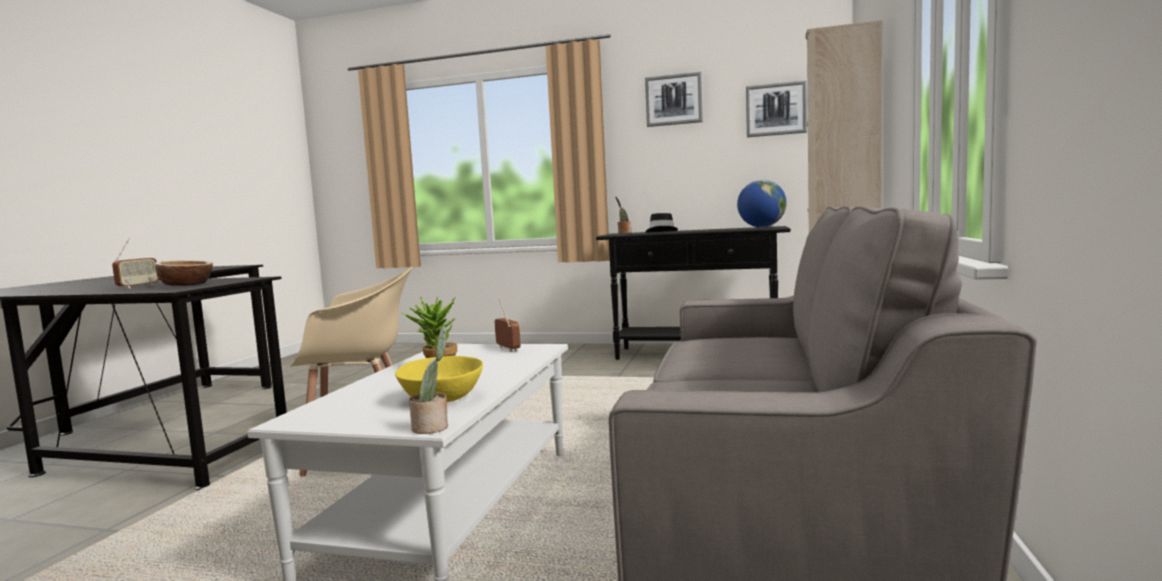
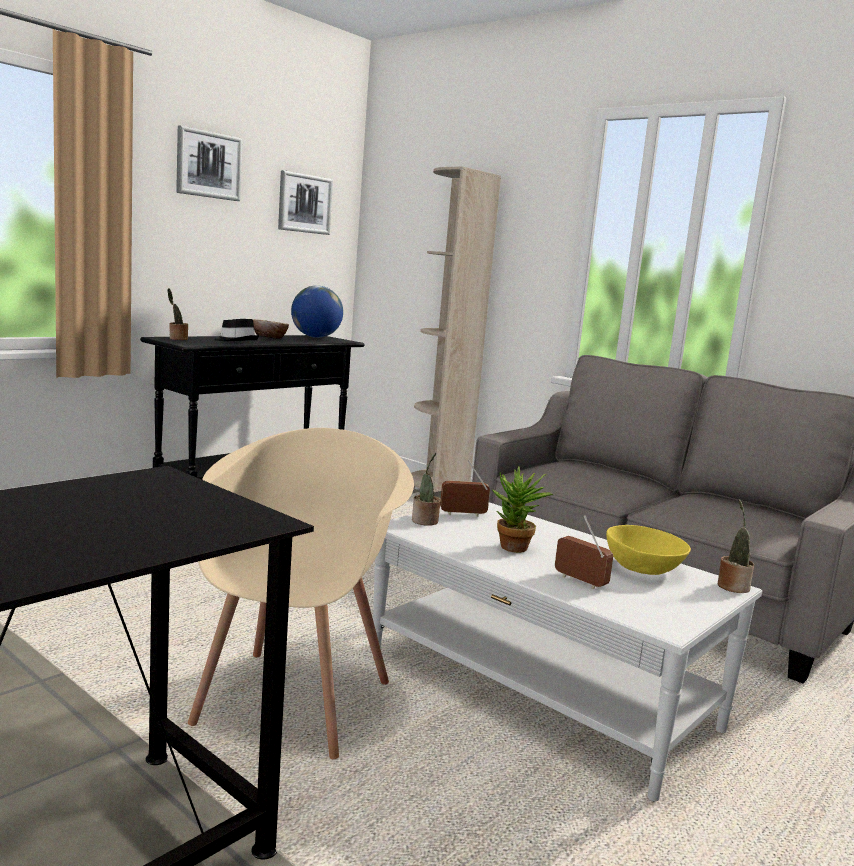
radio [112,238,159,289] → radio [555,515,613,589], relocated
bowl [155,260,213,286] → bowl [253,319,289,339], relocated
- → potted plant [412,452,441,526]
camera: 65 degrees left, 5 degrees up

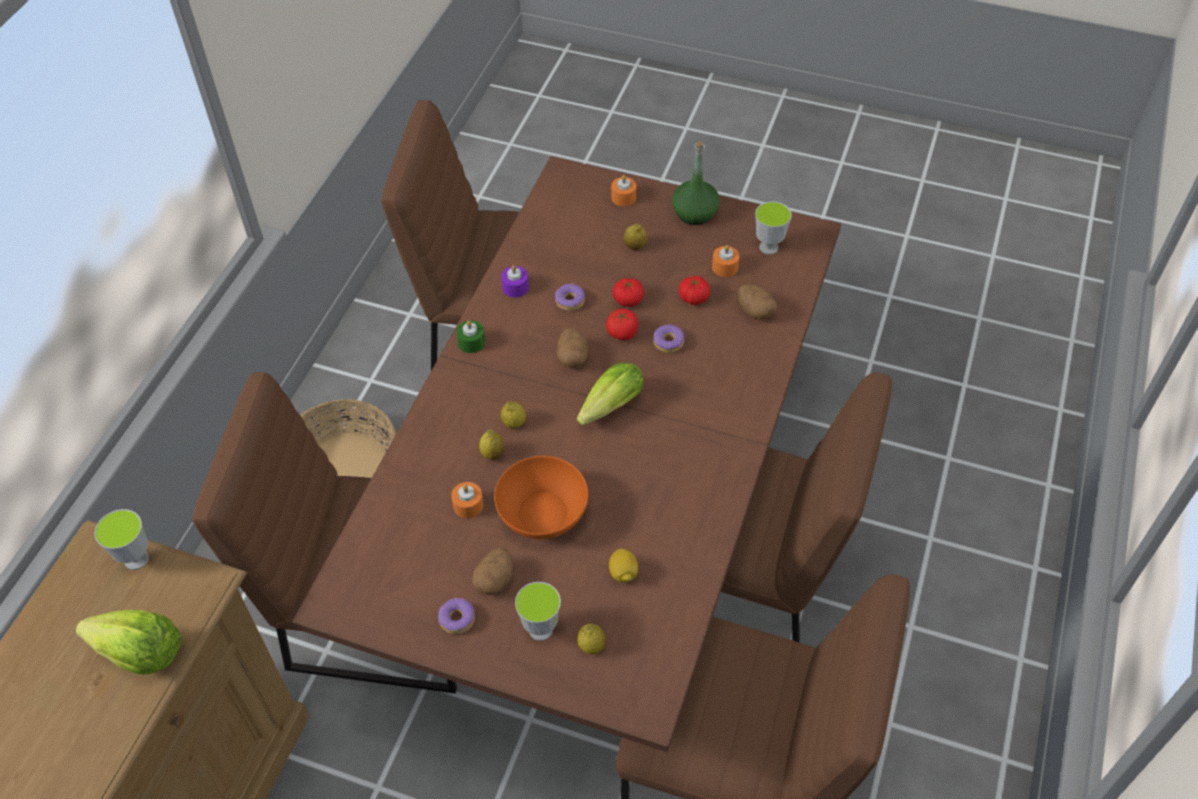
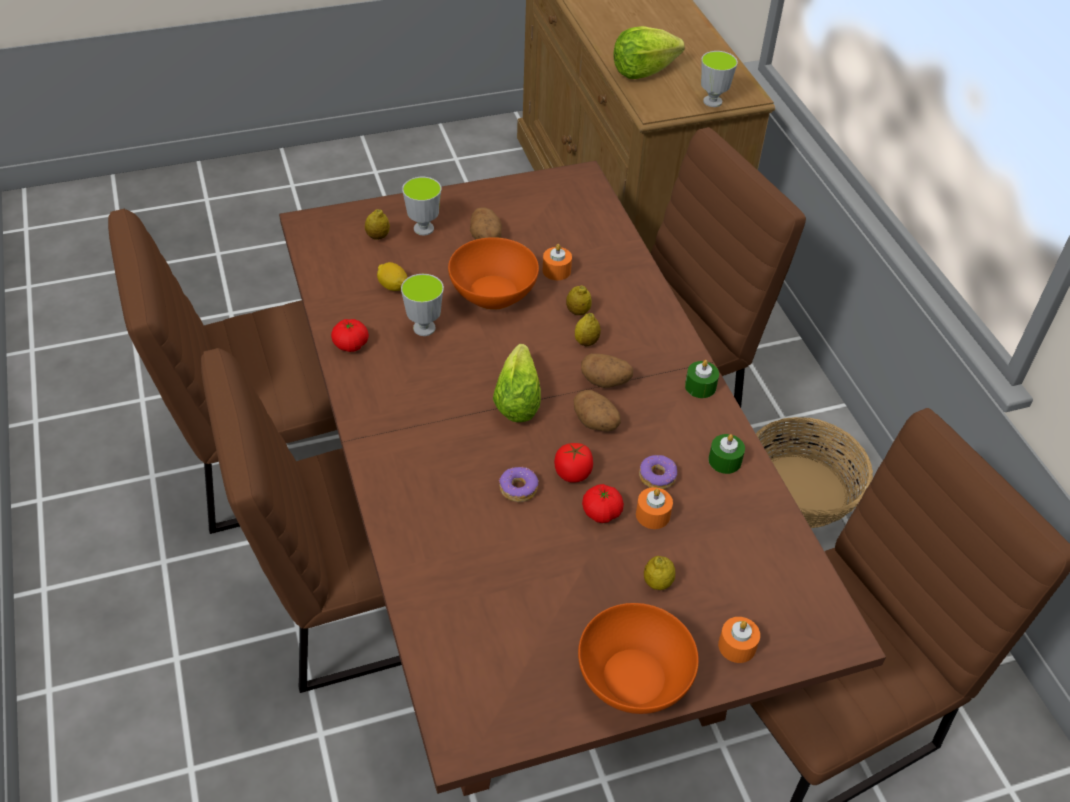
bottle in green [672,141,720,225] → bowl in orange [578,603,699,714]
cup [755,201,792,255] → cup [401,274,444,336], relocated
candle in orange [712,245,739,277] → candle in orange [636,487,673,529], relocated
candle in purple [501,265,529,298] → candle in green [708,434,745,474]
tomato [679,276,710,305] → tomato [331,319,369,352], relocated
potato [738,284,777,319] → potato [581,353,633,388], relocated
donut [438,598,475,634] → -
camera: 140 degrees right, 5 degrees down

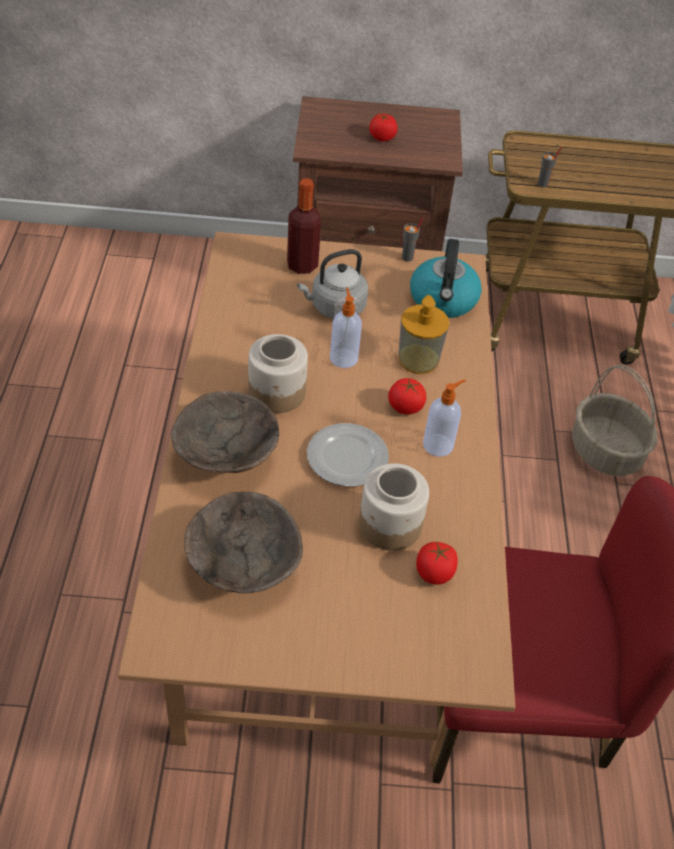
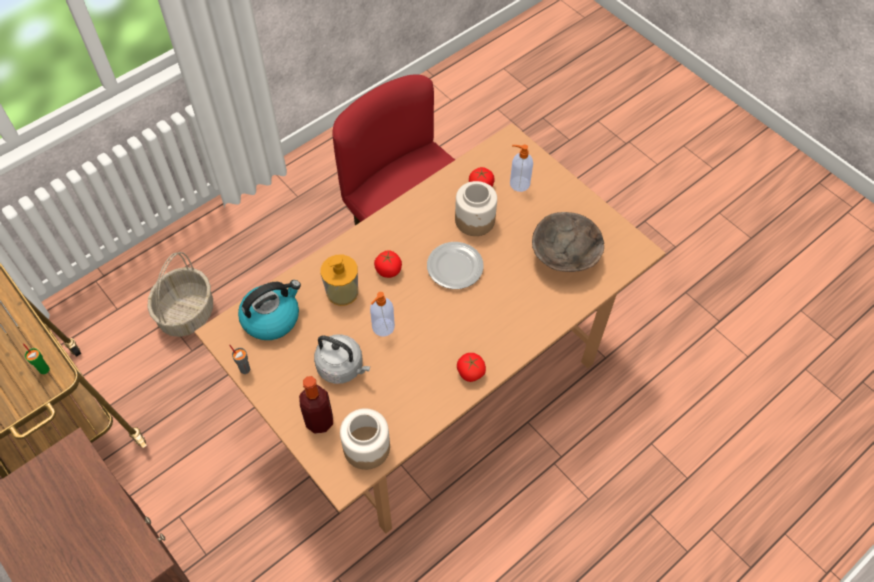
tomato [369,114,398,142] → tomato [457,353,486,382], relocated
cup in grey [538,147,562,187] → cup in green [23,343,50,374]
jar [248,334,308,413] → jar [340,408,390,470], relocated
soap dispenser [423,379,466,457] → soap dispenser [510,145,533,192], relocated
bowl in brown [171,391,279,473] → -
camera: 130 degrees left, 10 degrees up

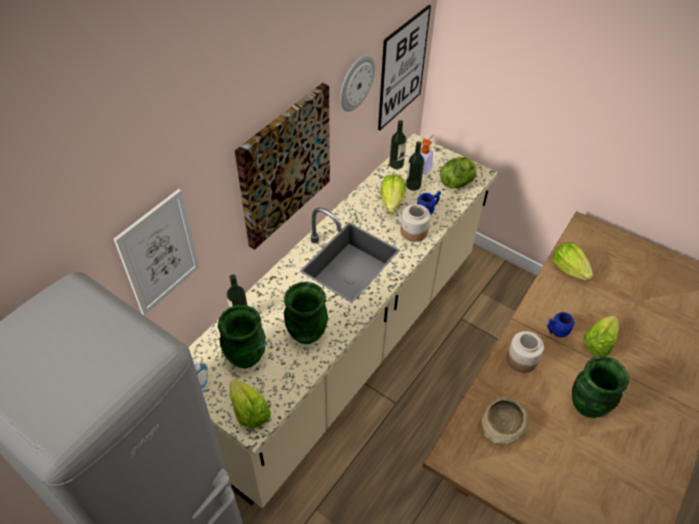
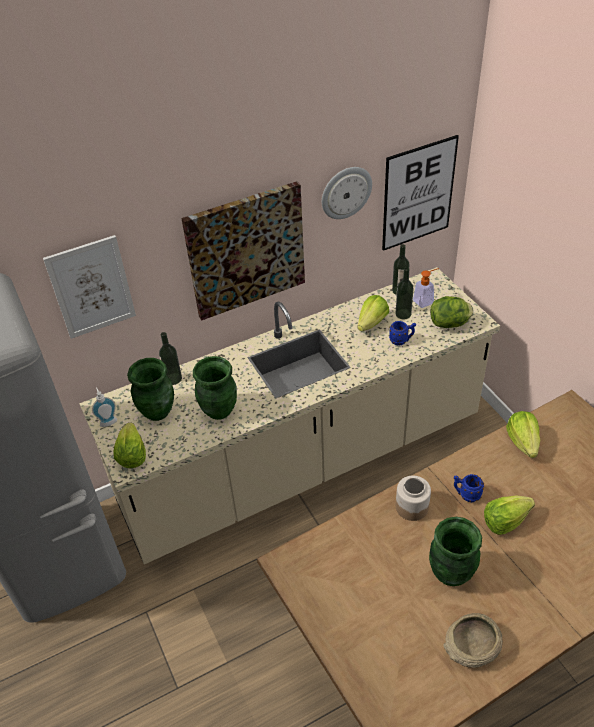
jar [400,204,430,242] → -
bowl in beige [482,397,529,445] → bowl in beige [443,613,503,668], relocated
camera: 30 degrees right, 5 degrees down

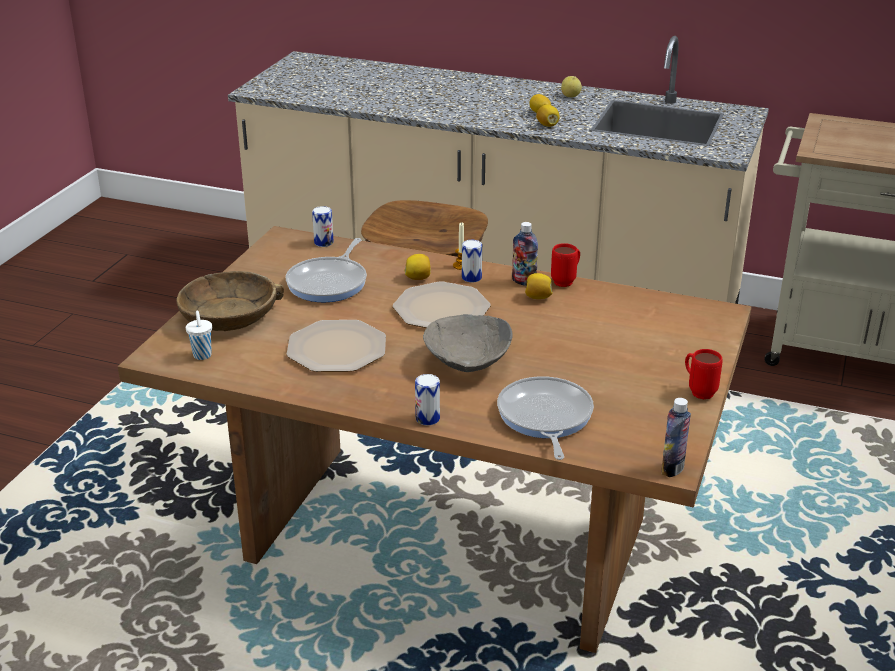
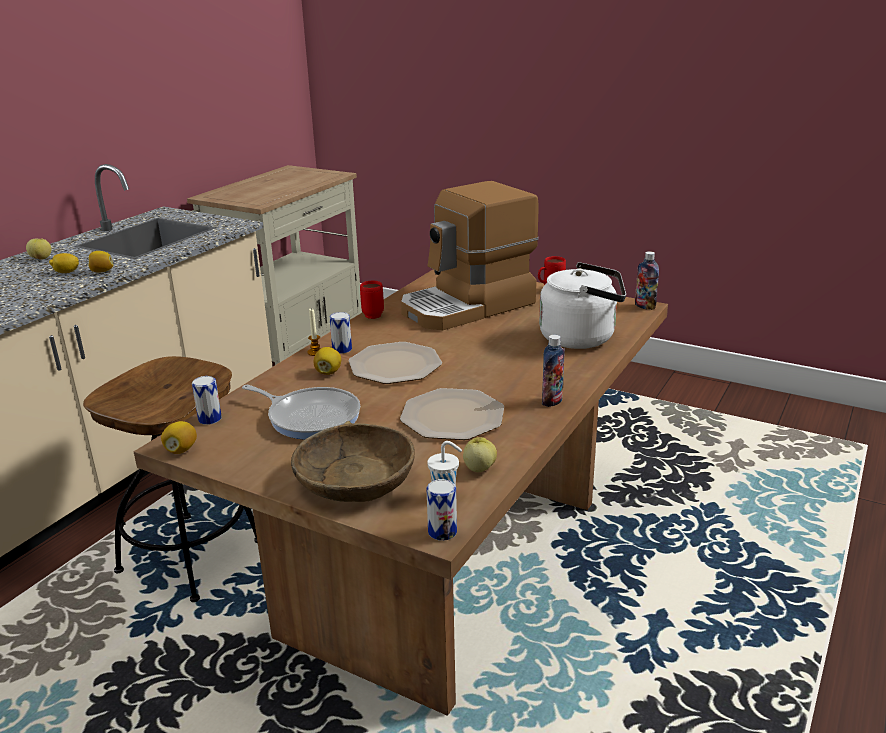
bottle [512,222,538,286] → bottle [542,335,565,407], relocated
lemon [525,273,553,299] → lemon [161,421,197,454], relocated
bowl in grey [423,314,513,372] → -
can [415,374,440,425] → can [426,479,457,541], relocated
frying pan [497,376,594,460] → kettle in white [539,262,626,349]
- → coffee machine [401,181,539,330]
- → apple [463,437,497,472]
camera: 80 degrees left, 5 degrees down

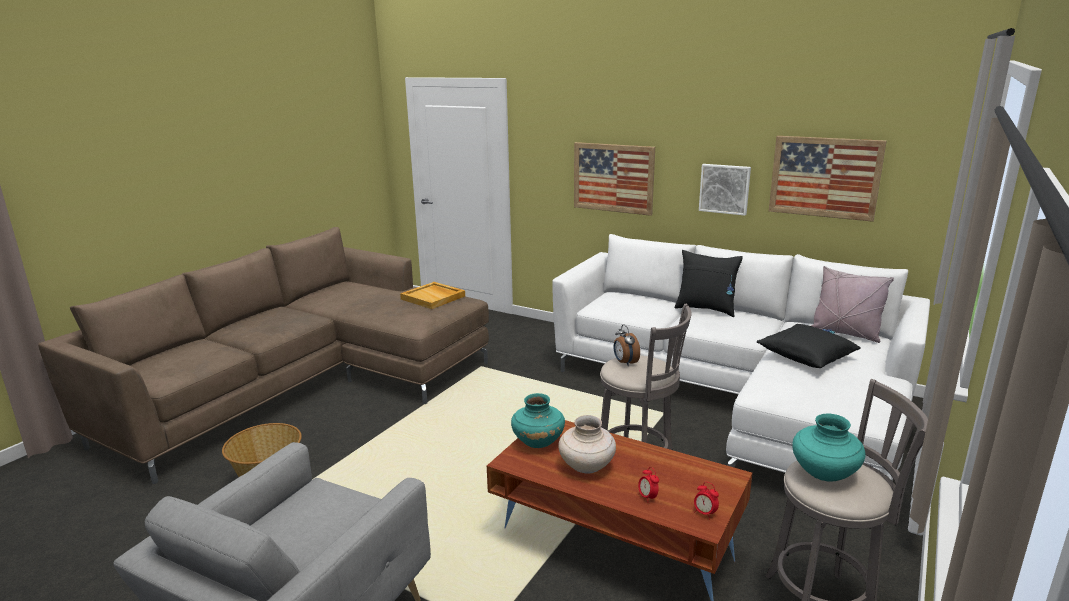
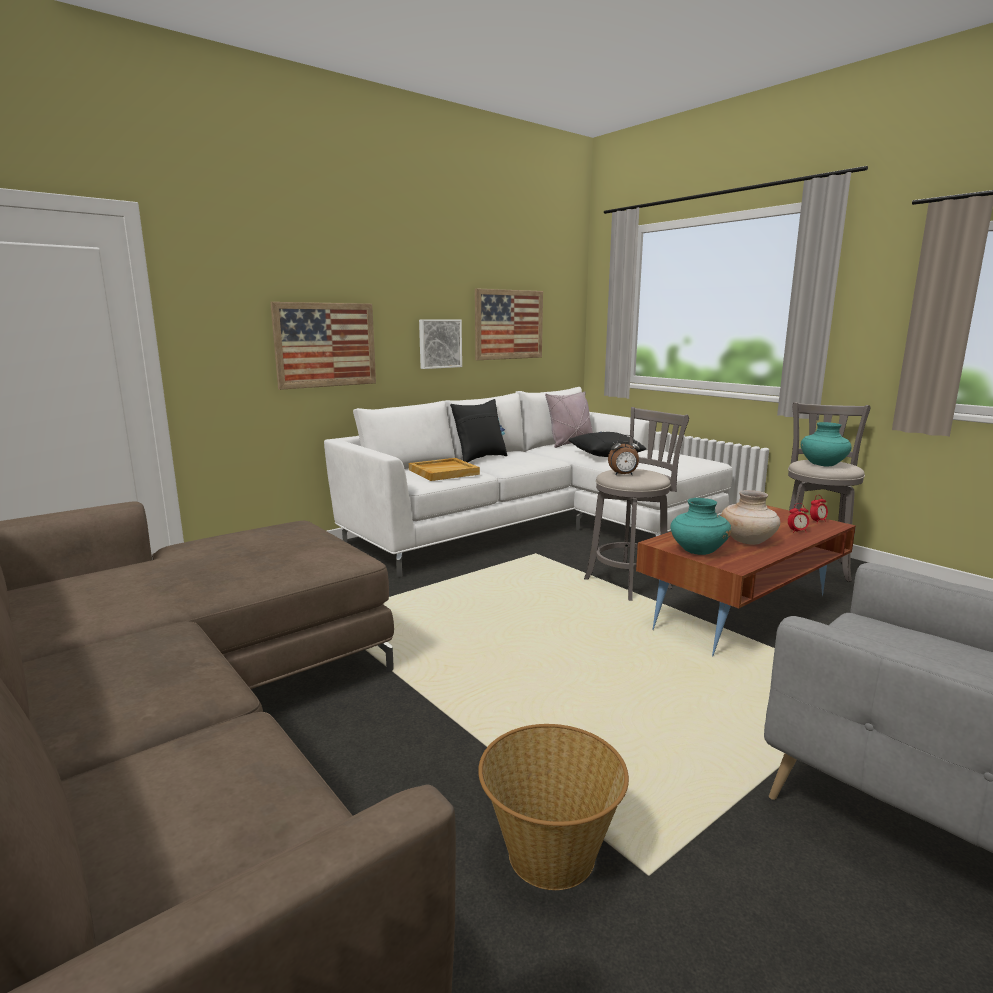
tray in beige [400,282,465,309] → tray in beige [409,458,480,481], relocated
camera: 70 degrees left, 5 degrees down

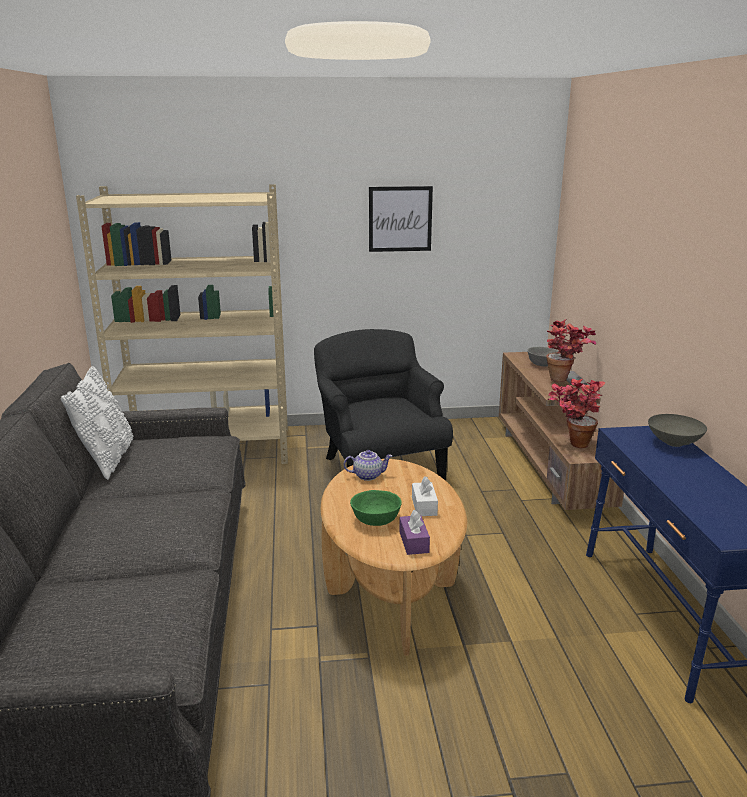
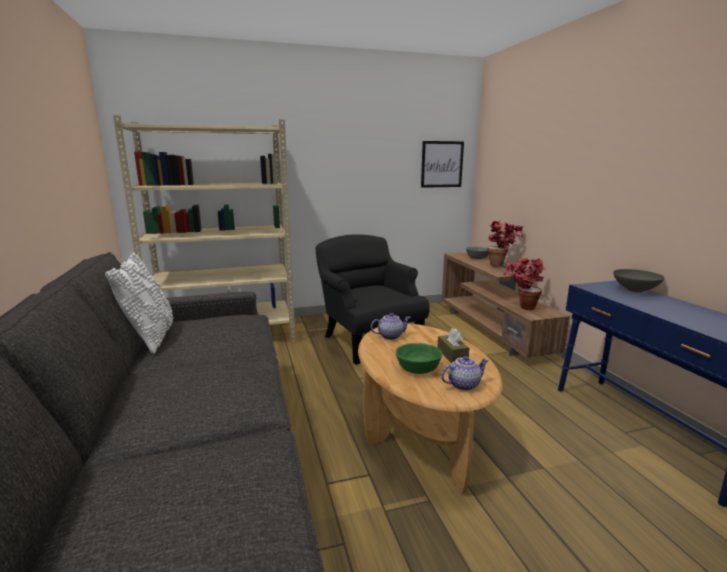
picture [369,186,433,252] → picture [421,141,464,188], relocated
tissue box in white [412,476,438,516] → tissue box in brown [438,328,469,363]
tissue box in purple [399,510,430,555] → teapot [441,356,489,391]
camera: 10 degrees left, 5 degrees down

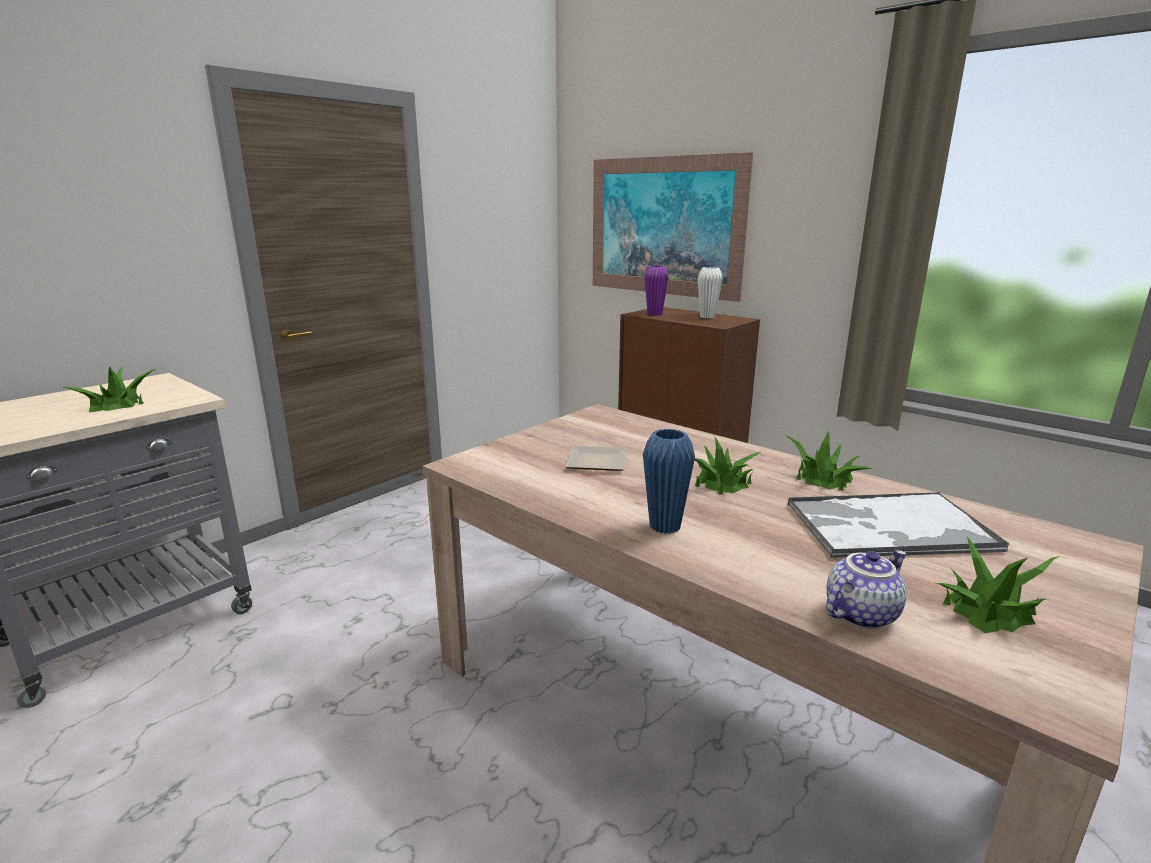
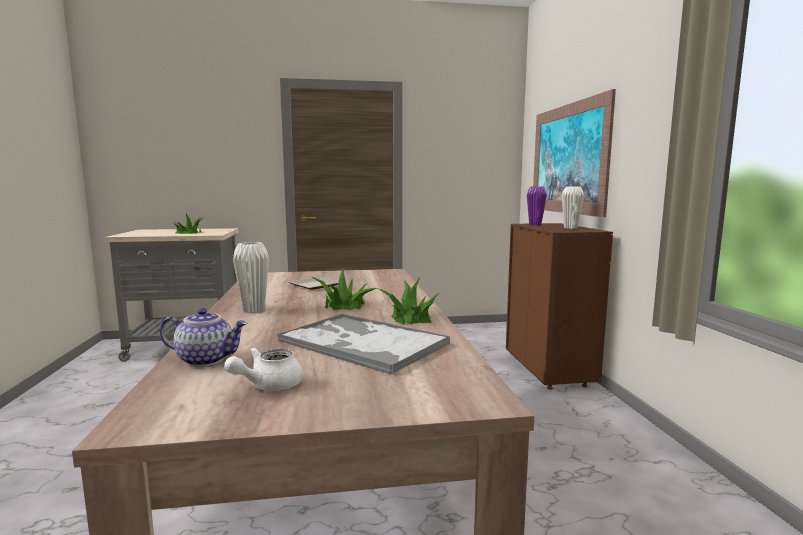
vase in blue [643,429,695,534] → vase in white [233,242,269,313]
potted plant [936,537,1060,633] → teapot in white [224,347,303,391]
camera: 40 degrees right, 10 degrees down

